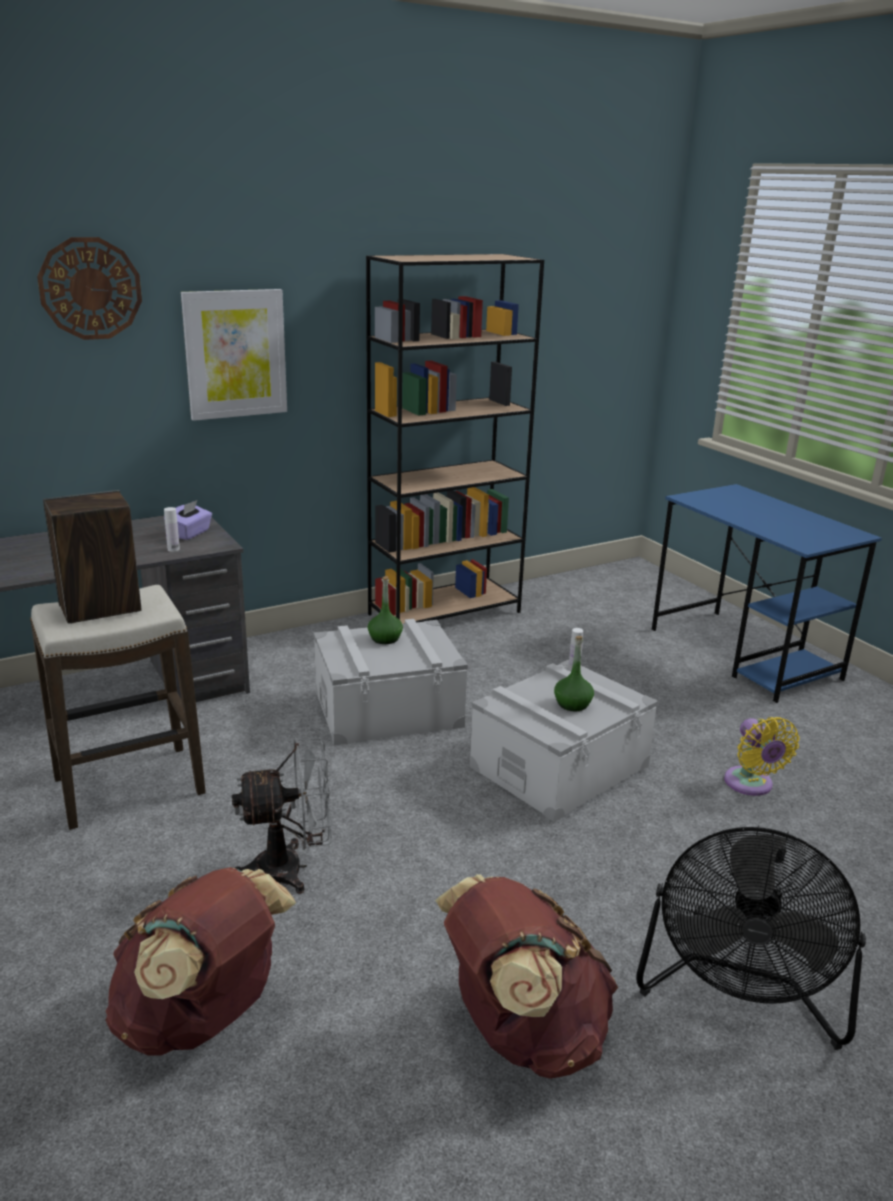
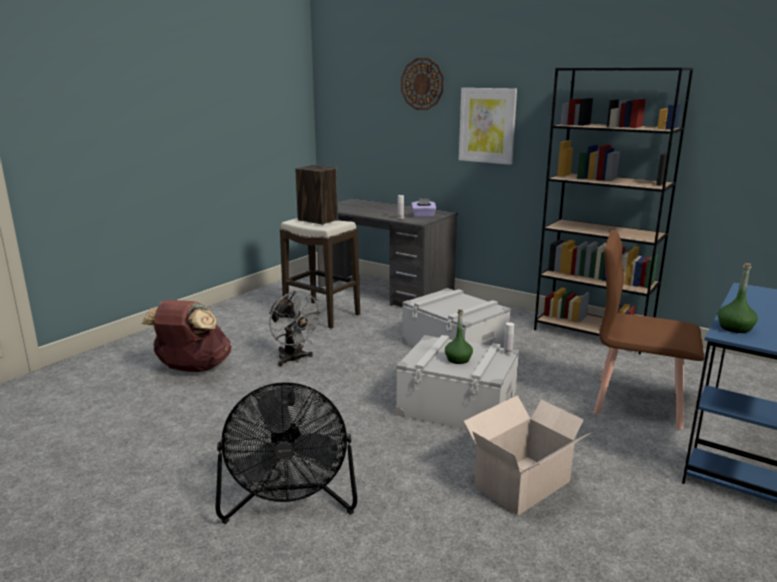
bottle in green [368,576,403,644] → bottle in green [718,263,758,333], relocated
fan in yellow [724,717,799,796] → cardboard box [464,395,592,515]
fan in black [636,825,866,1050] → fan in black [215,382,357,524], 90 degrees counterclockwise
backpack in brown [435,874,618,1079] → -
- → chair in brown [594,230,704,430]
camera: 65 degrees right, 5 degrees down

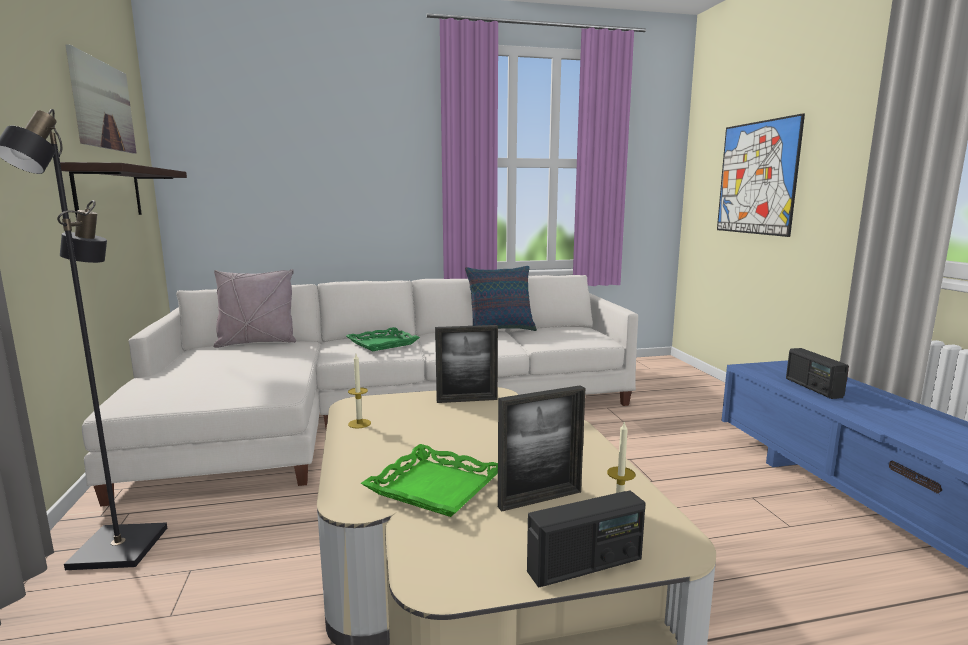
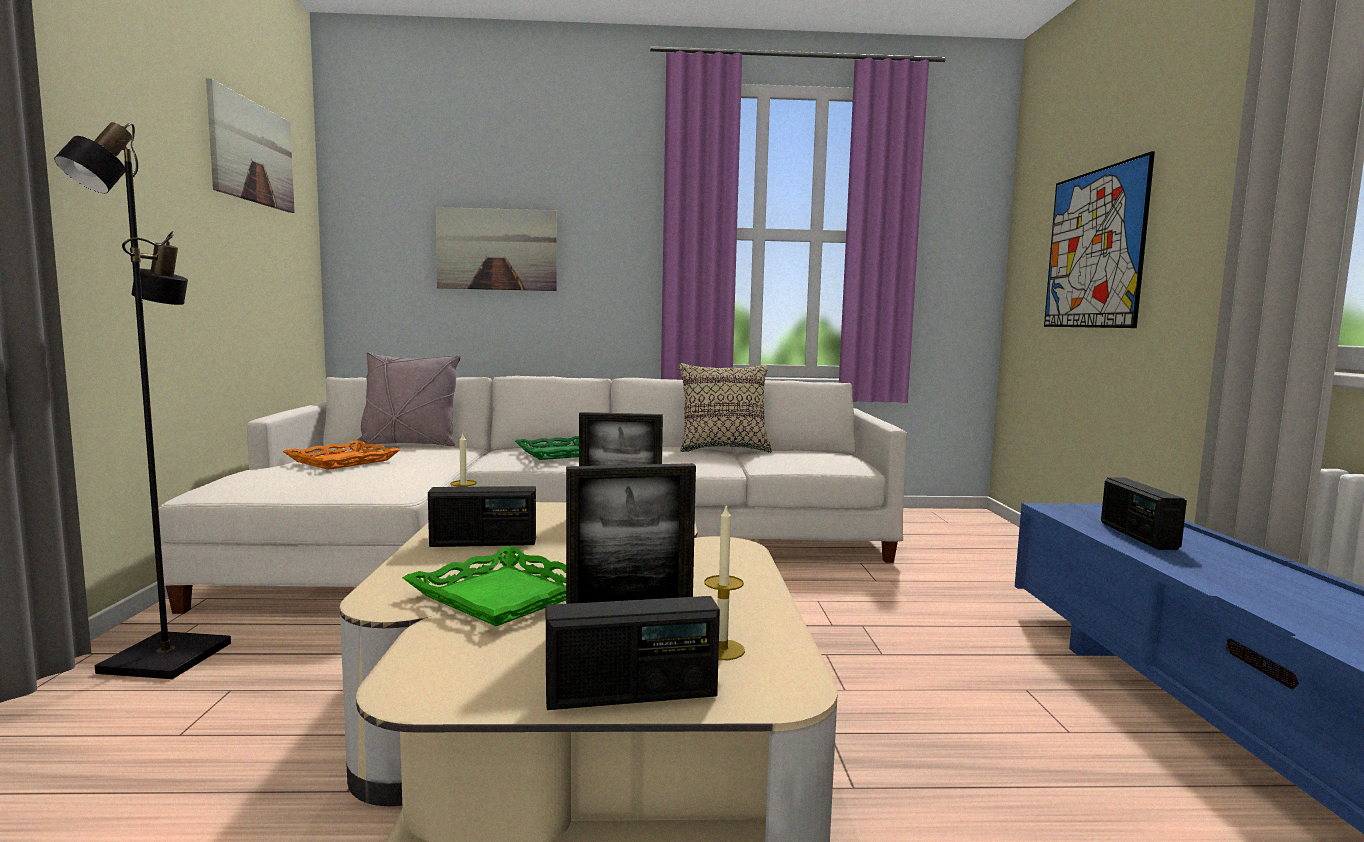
shelf [60,162,187,219] → -
pillow in blue [465,266,537,331] → pillow in beige [679,363,772,453]
- → picture [435,207,557,291]
- → tray in orange [283,440,400,470]
- → radio [428,486,536,547]
camera: 10 degrees right, 5 degrees down

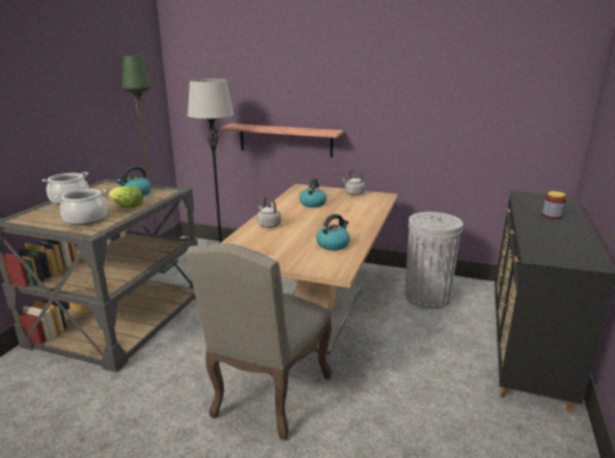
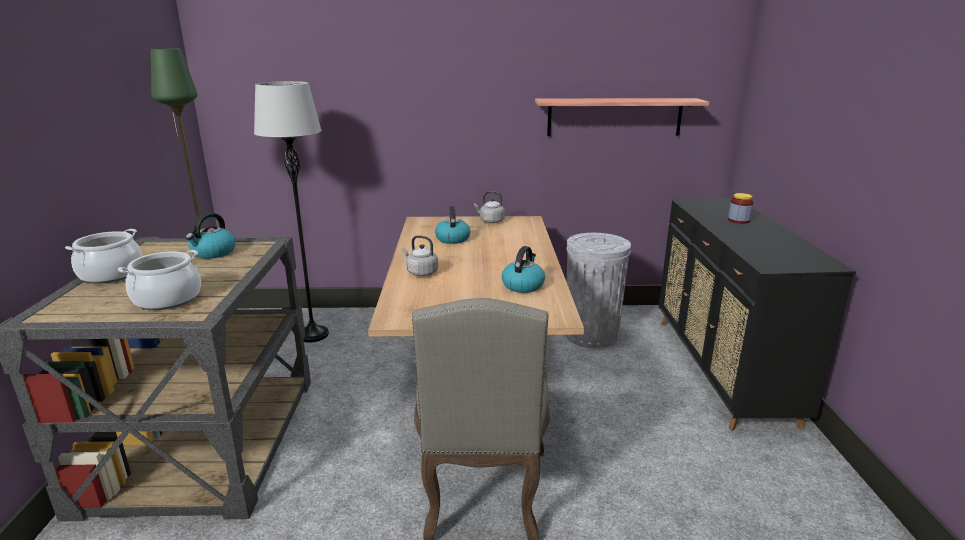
shelf [220,123,343,157] → shelf [535,98,709,136], relocated
lettuce [108,186,144,208] → -
camera: 20 degrees left, 0 degrees up

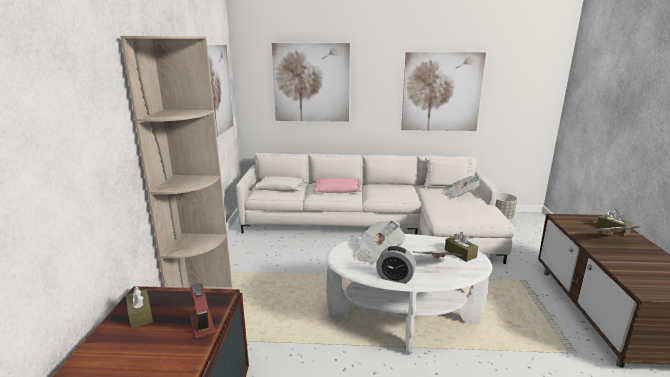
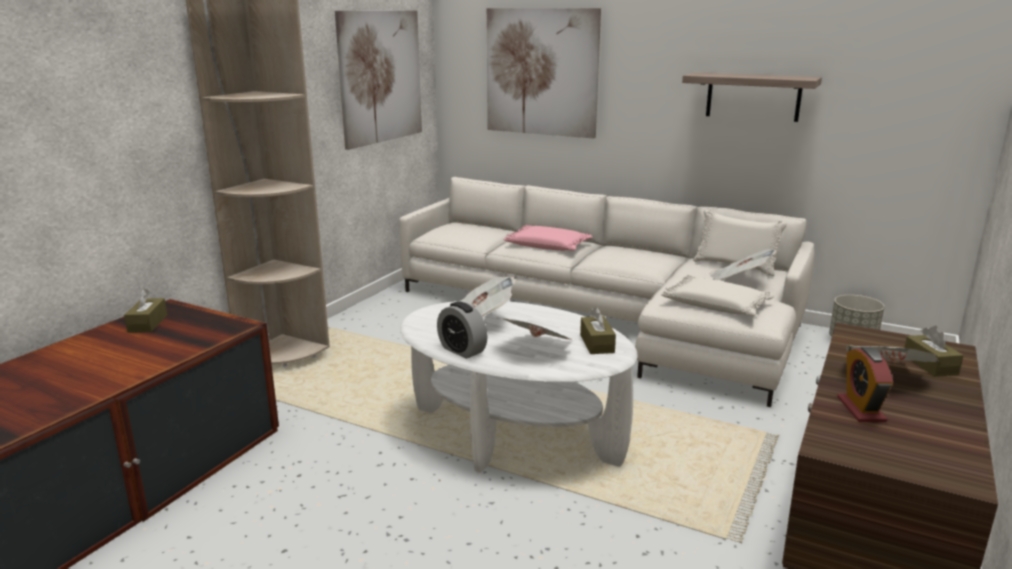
picture [401,52,486,131] → shelf [682,72,822,122]
pillow in white [253,176,307,191] → pillow in white [661,275,775,316], relocated
alarm clock [190,283,215,339] → alarm clock [837,347,893,422], relocated
camera: 25 degrees right, 0 degrees up

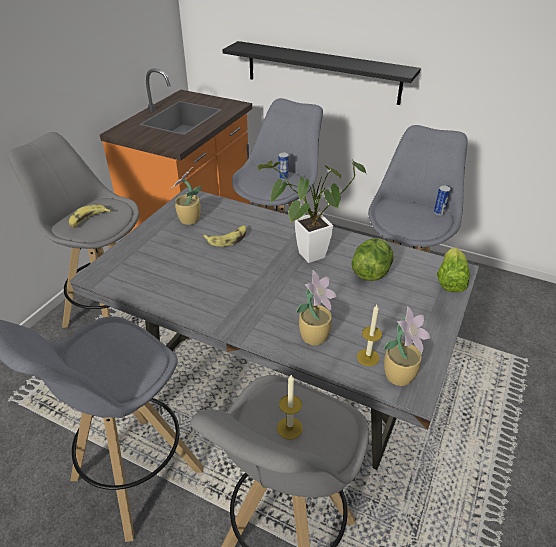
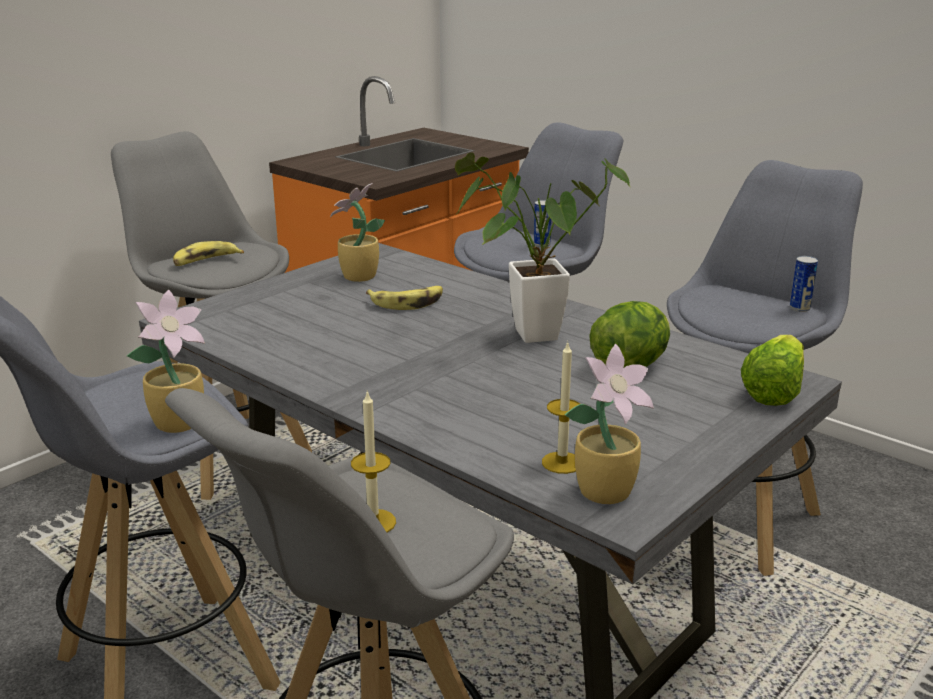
shelf in black [222,41,421,105] → -
potted plant [296,270,337,345] → potted plant [127,290,205,433], relocated
camera: 15 degrees right, 15 degrees down

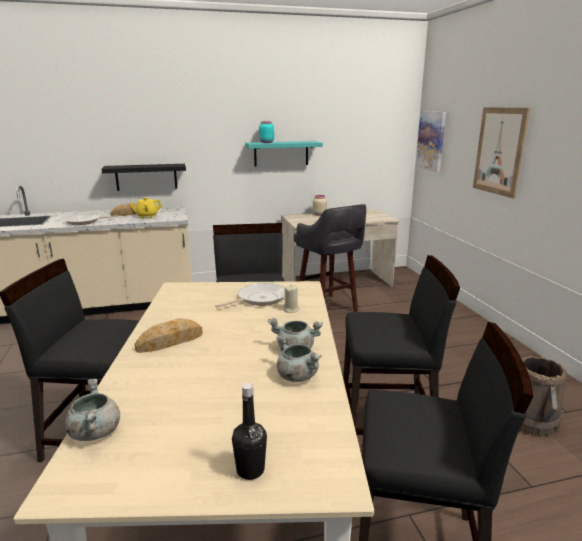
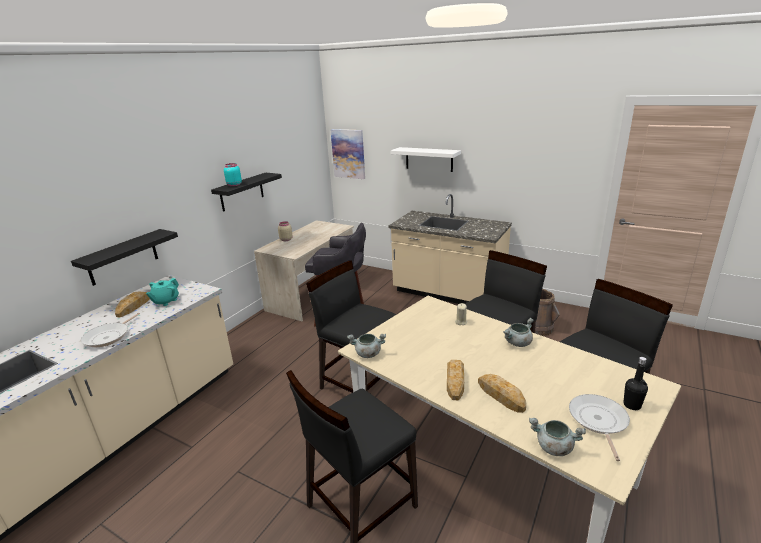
picture [473,107,530,199] → shelf in white [390,147,461,172]
shelf in turquoise [245,141,323,167] → shelf in black [211,173,282,212]
teapot in yellow [129,197,162,219] → teapot in turquoise [146,278,179,306]
frying pan [215,283,285,308] → frying pan [569,394,630,461], relocated
cooking pot in grey [276,336,321,382] → cooking pot in grey [347,334,386,358], relocated
- → counter in beige [389,194,512,304]
- → bread [478,374,526,413]
camera: 45 degrees left, 5 degrees up

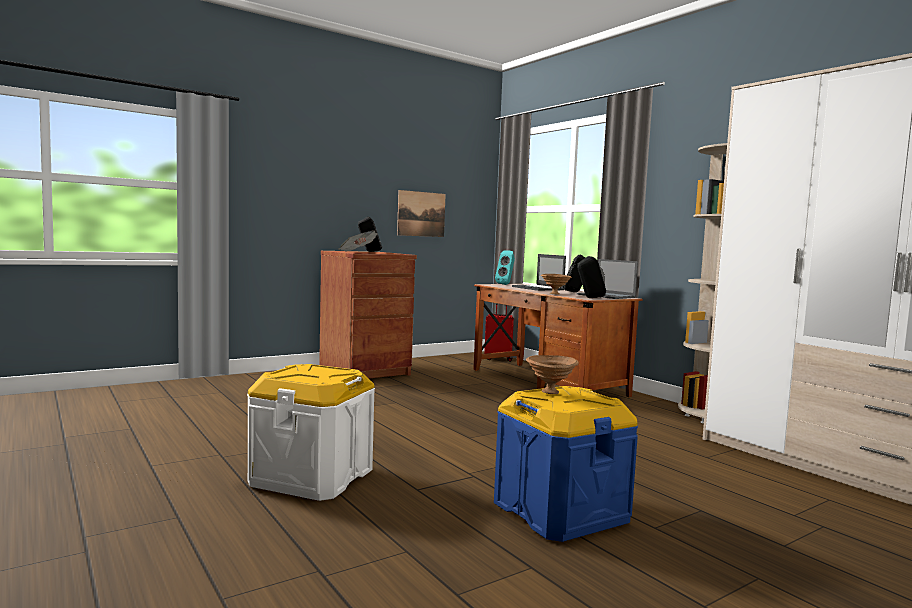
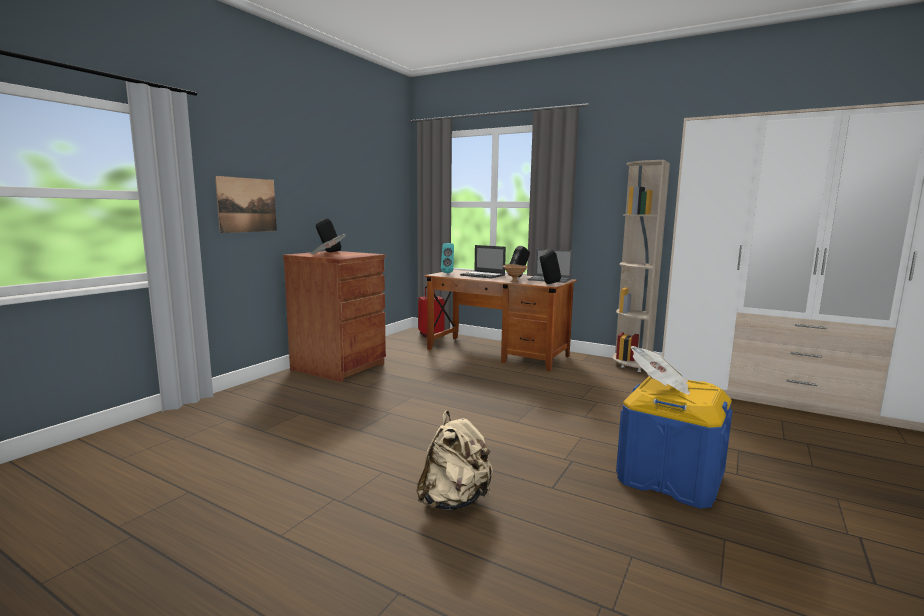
picture [397,190,446,237] → picture [215,176,277,233], relocated
bowl in brown [526,355,579,394] → newspaper [631,346,690,395]
storage box in white [247,364,375,501] → backpack in beige [416,410,493,510]
camera: 25 degrees left, 5 degrees up

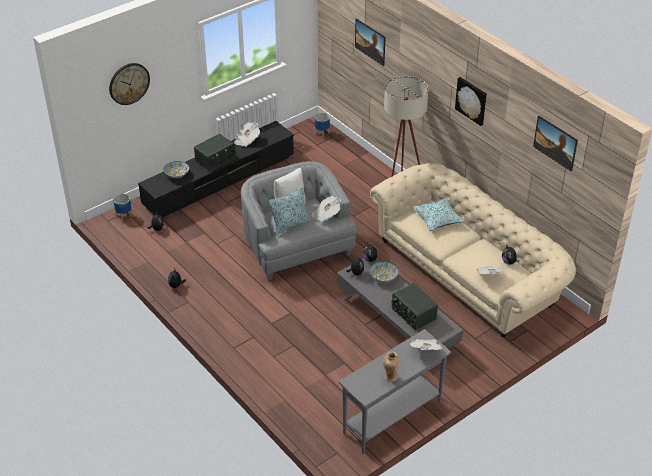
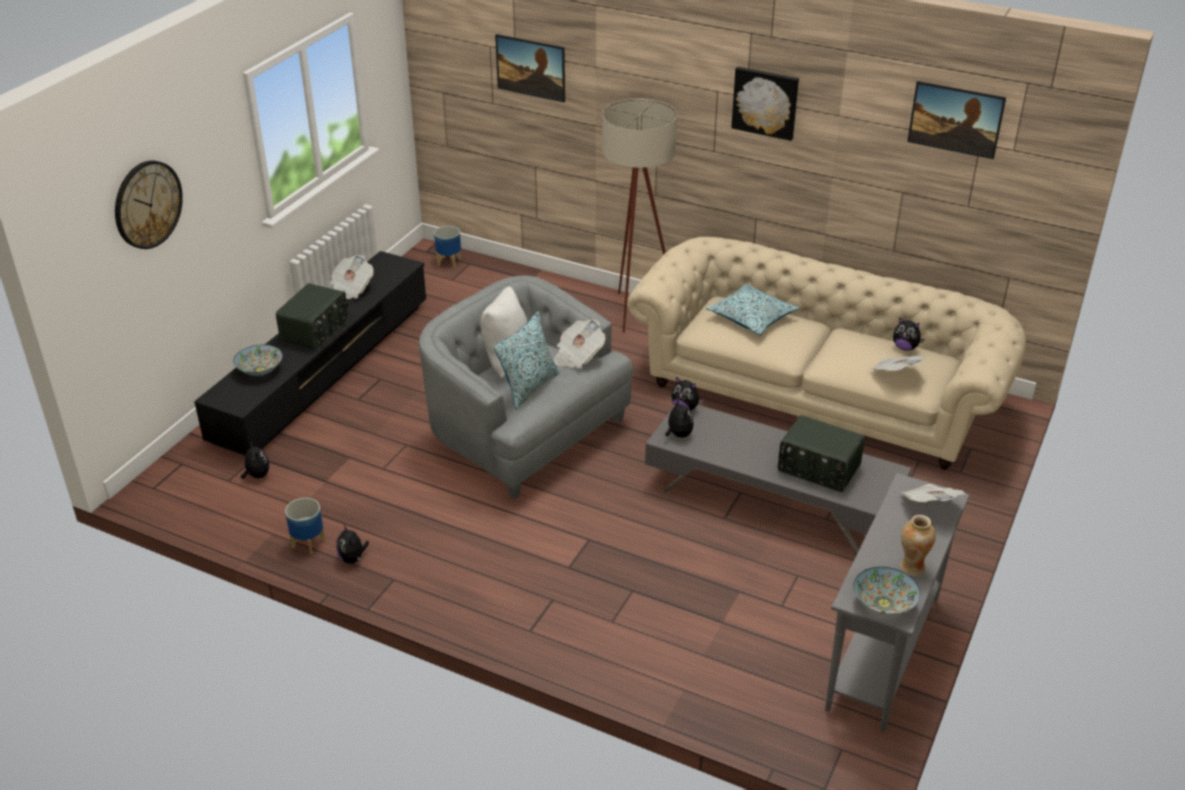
planter [113,194,132,221] → planter [285,498,326,555], relocated
bowl [370,261,398,282] → bowl [853,567,920,615], relocated
camera: 25 degrees left, 5 degrees down

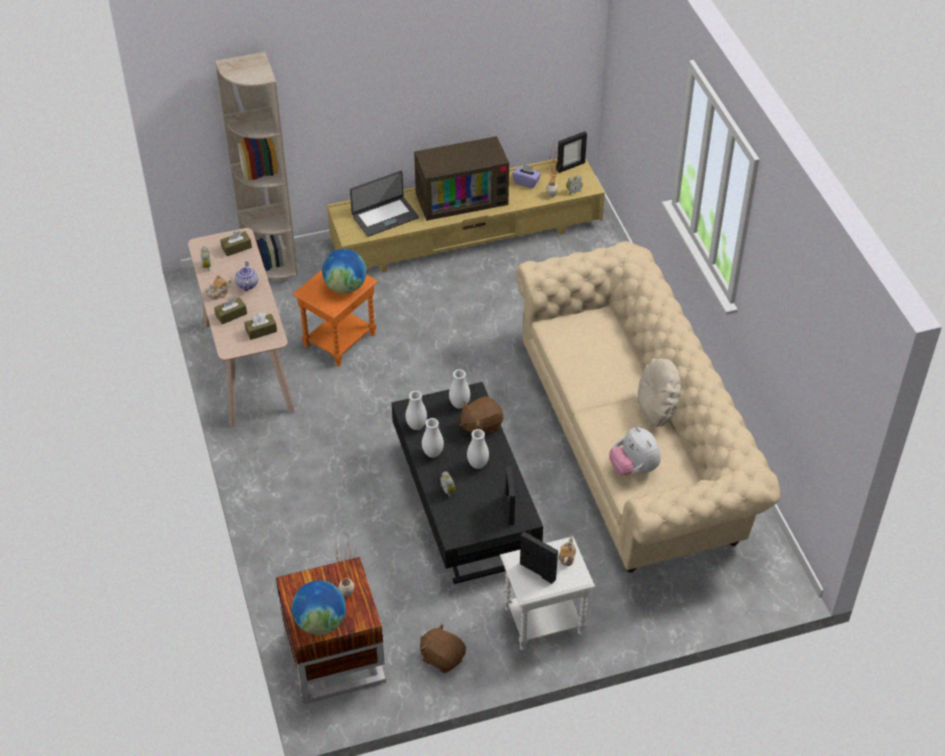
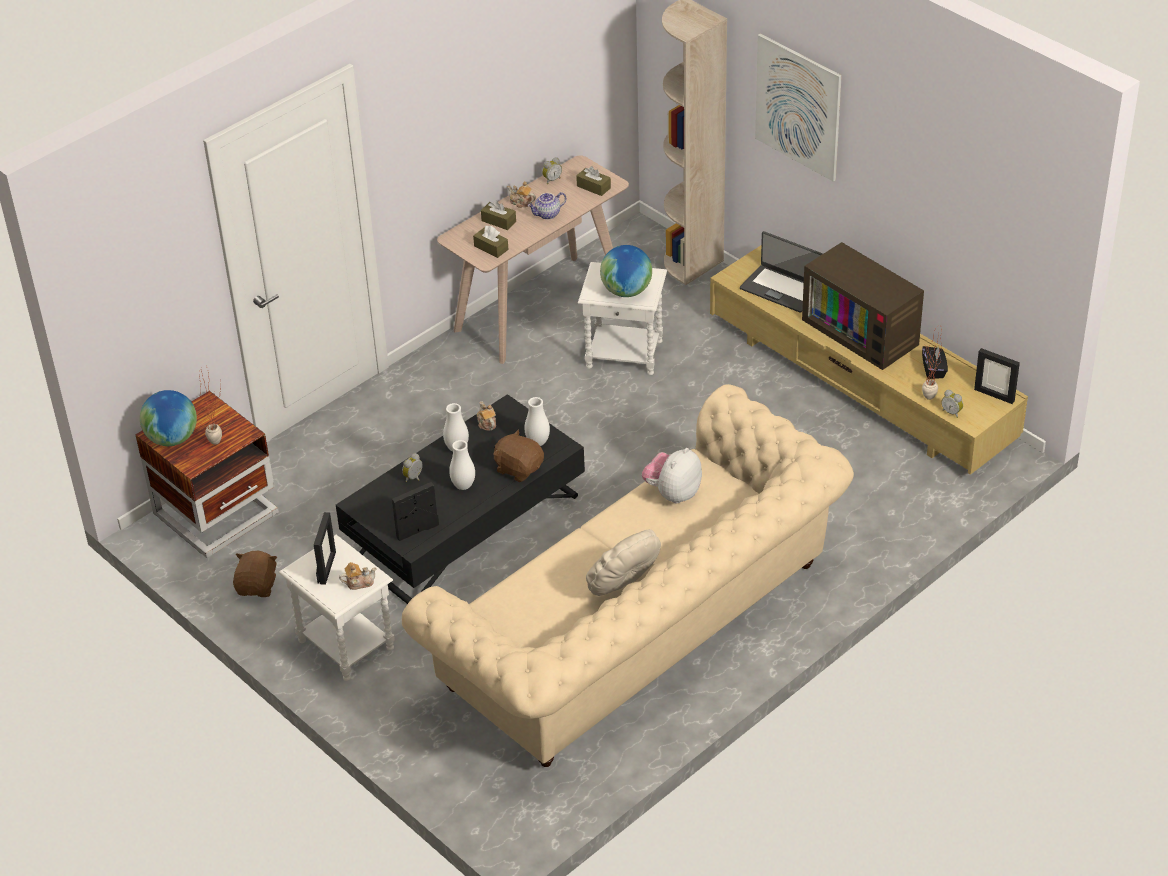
tissue box in purple [512,164,541,188] → tissue box in black [922,346,948,379]
side table in orange [292,270,378,366] → side table in white [578,262,667,375]
vase in white [405,391,427,430] → teapot [477,401,496,431]
plush toy [609,427,661,475] → plush toy [642,448,702,503], relocated
- → picture [755,34,842,182]
camera: 65 degrees right, 5 degrees down

